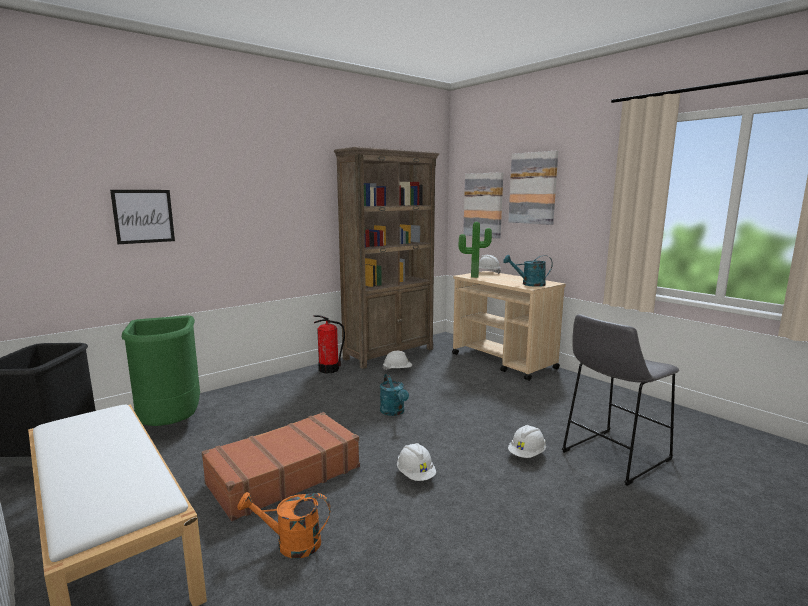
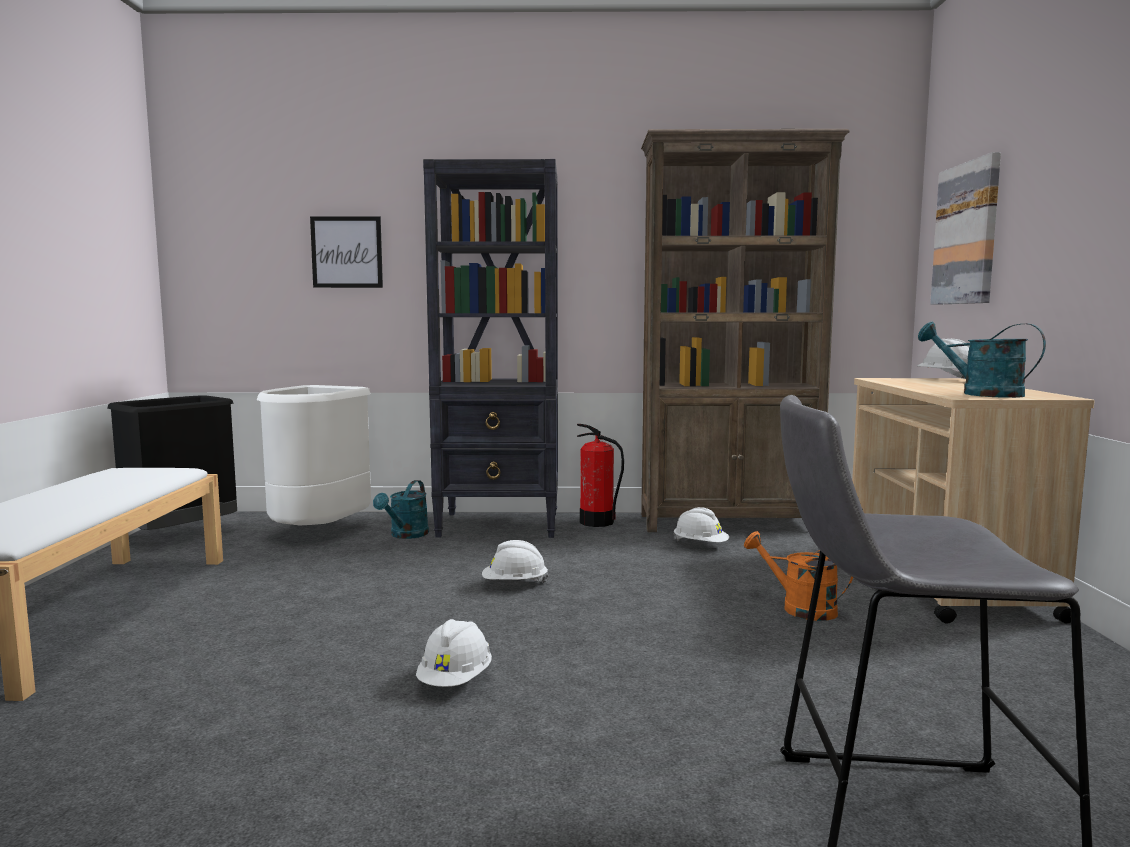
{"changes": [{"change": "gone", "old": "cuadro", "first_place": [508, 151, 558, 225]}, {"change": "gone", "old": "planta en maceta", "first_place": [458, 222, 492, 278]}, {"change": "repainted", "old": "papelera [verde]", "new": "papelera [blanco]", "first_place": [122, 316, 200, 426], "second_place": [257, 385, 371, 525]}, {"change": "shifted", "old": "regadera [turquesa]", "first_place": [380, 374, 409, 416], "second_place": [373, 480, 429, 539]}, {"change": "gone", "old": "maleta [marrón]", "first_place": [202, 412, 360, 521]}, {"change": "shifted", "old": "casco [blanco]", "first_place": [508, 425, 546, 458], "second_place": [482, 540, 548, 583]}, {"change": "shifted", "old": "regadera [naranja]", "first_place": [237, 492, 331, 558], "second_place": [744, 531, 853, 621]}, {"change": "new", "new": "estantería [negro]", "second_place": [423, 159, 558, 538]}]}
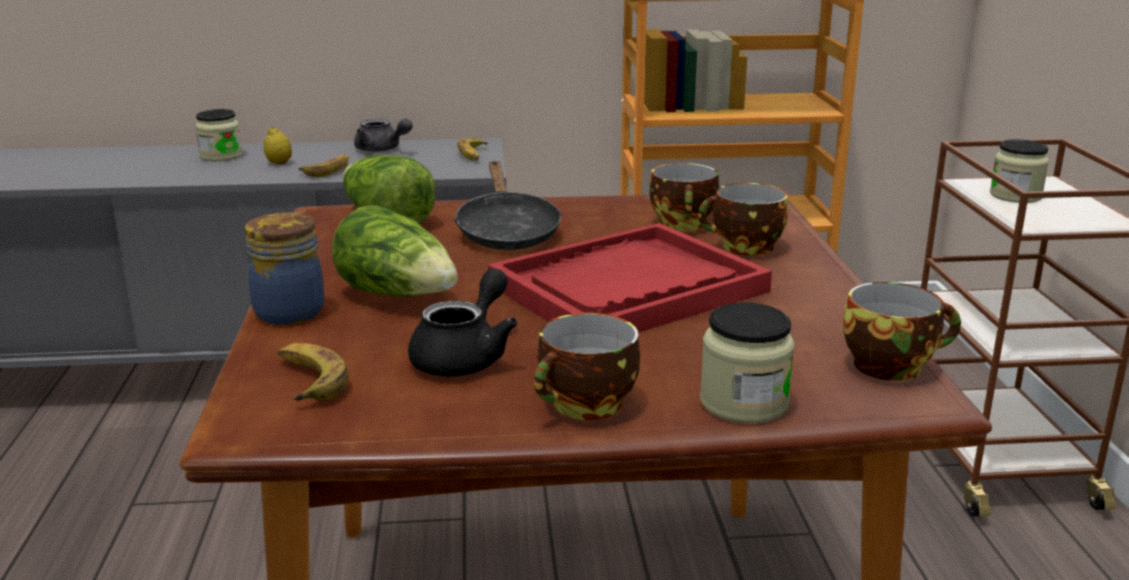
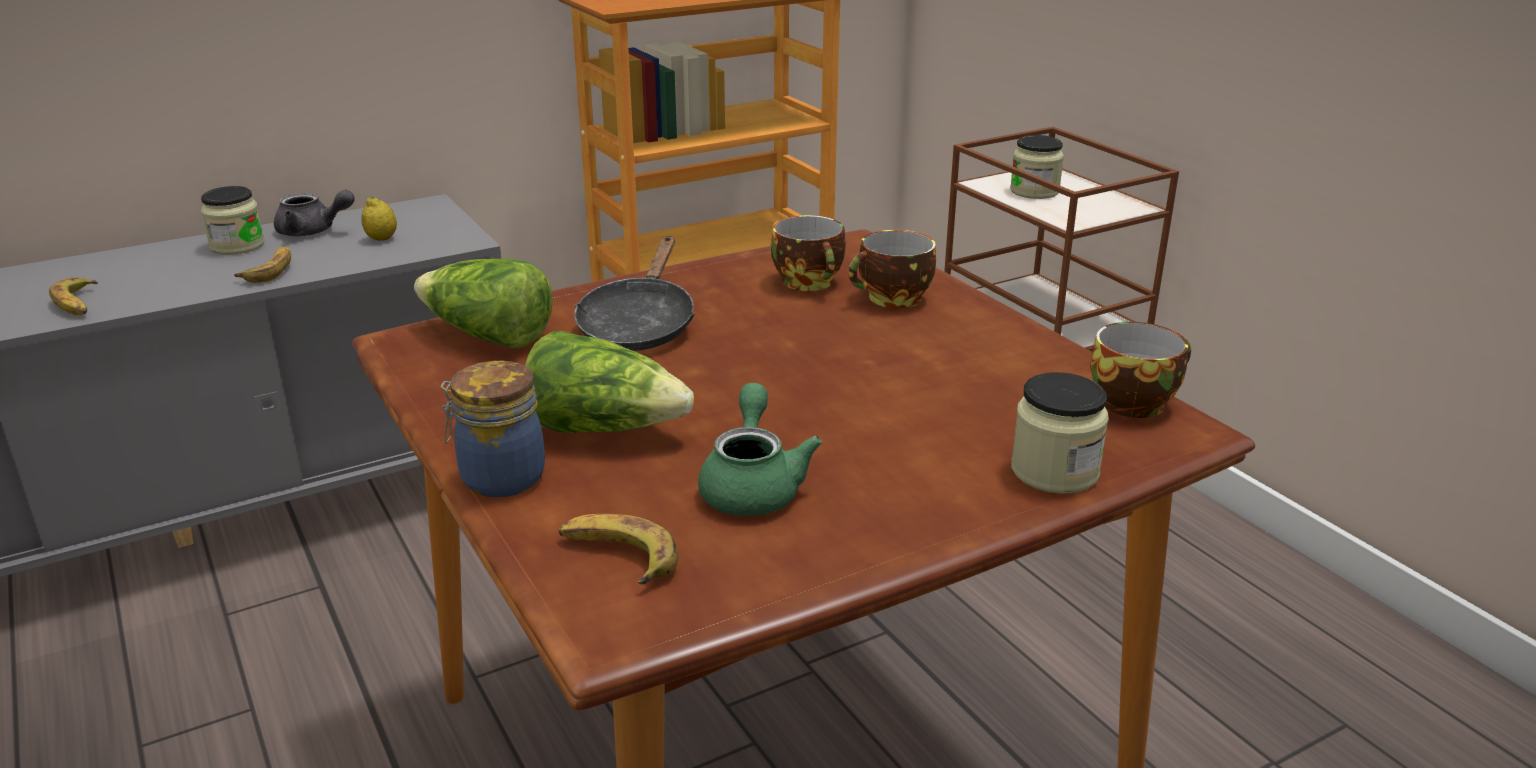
{"changes": [{"change": "shifted", "old": "tarro", "first_place": [195, 109, 242, 161], "second_place": [201, 186, 265, 255]}, {"change": "shifted", "old": "limón", "first_place": [264, 127, 292, 164], "second_place": [362, 197, 397, 241]}, {"change": "shifted", "old": "plátano", "first_place": [457, 138, 488, 161], "second_place": [49, 277, 98, 315]}, {"change": "rotated", "old": "sartén [negro]", "first_place": [454, 161, 562, 250], "second_place": [574, 236, 695, 351], "degrees": 45}, {"change": "gone", "old": "bandeja [rojo]", "first_place": [488, 223, 772, 332]}, {"change": "repainted", "old": "tetera [negro]", "new": "tetera [verde]", "first_place": [408, 268, 518, 376], "second_place": [698, 383, 822, 516]}, {"change": "gone", "old": "taza", "first_place": [534, 313, 640, 420]}]}
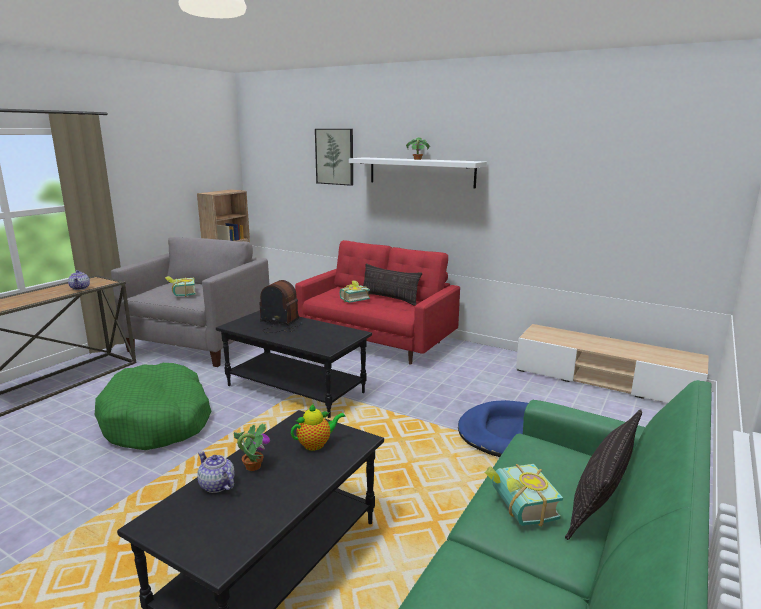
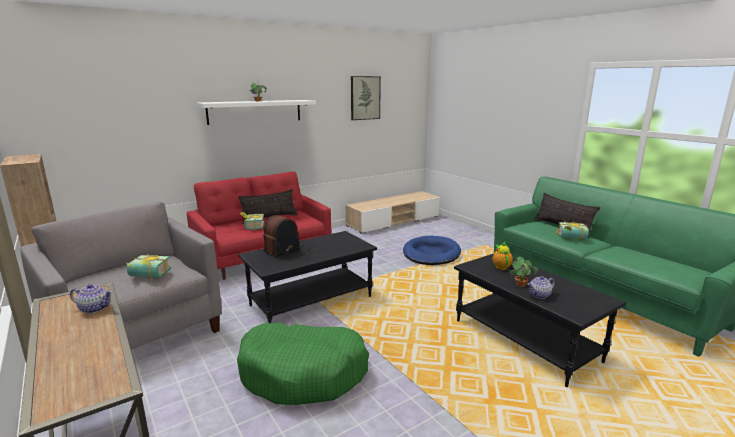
{"changes": [{"change": "shifted", "old": "cuadro", "first_place": [315, 129, 353, 186], "second_place": [351, 76, 381, 120]}]}
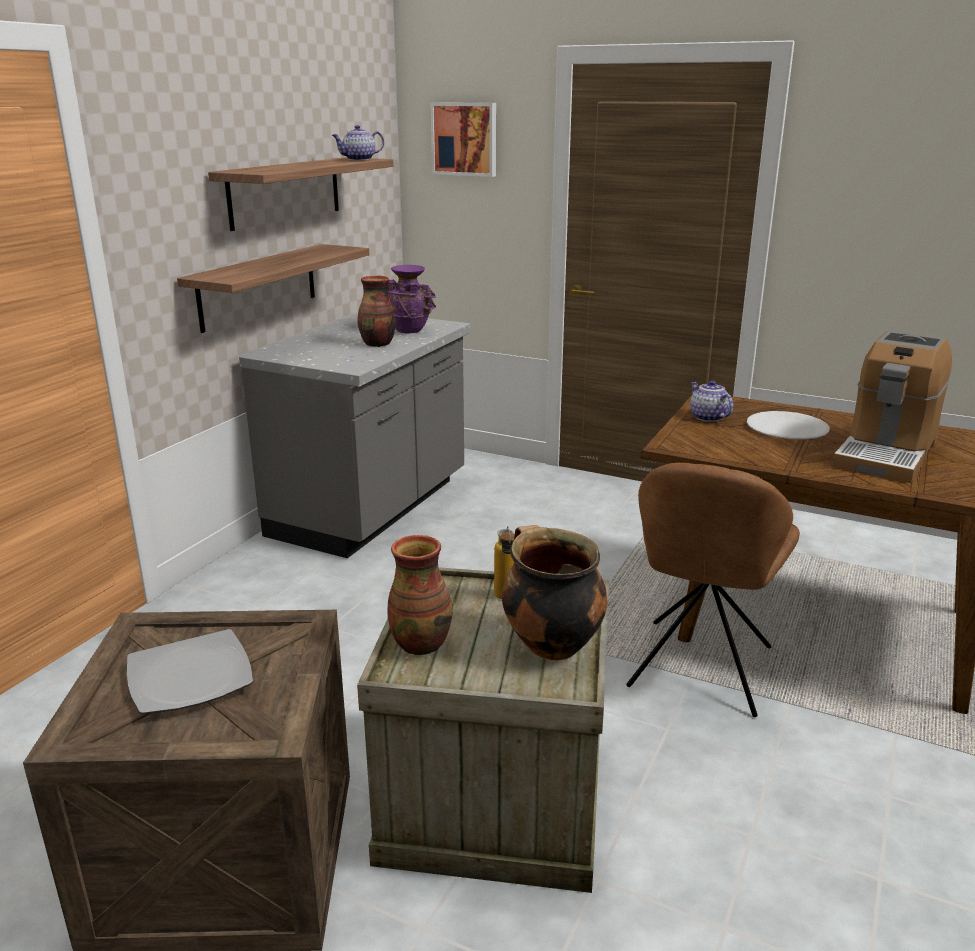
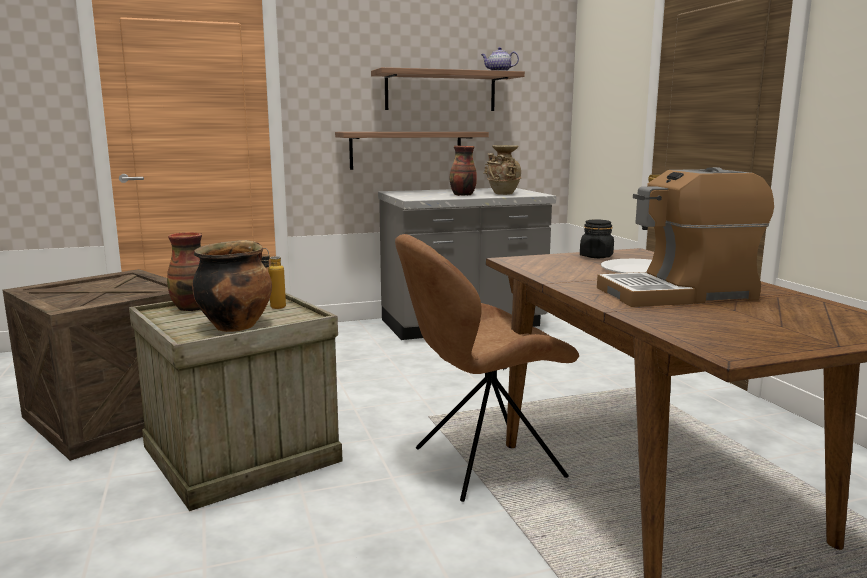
{"changes": [{"change": "gone", "old": "cuadro", "first_place": [430, 102, 496, 177]}, {"change": "repainted", "old": "florero [morado]", "new": "florero [beis]", "first_place": [388, 265, 436, 333], "second_place": [483, 145, 522, 195]}, {"change": "swapped", "old": "tetera", "new": "tarro [negro]", "first_place": [690, 380, 734, 422], "second_place": [580, 220, 614, 258]}, {"change": "gone", "old": "plato", "first_place": [127, 629, 253, 714]}]}
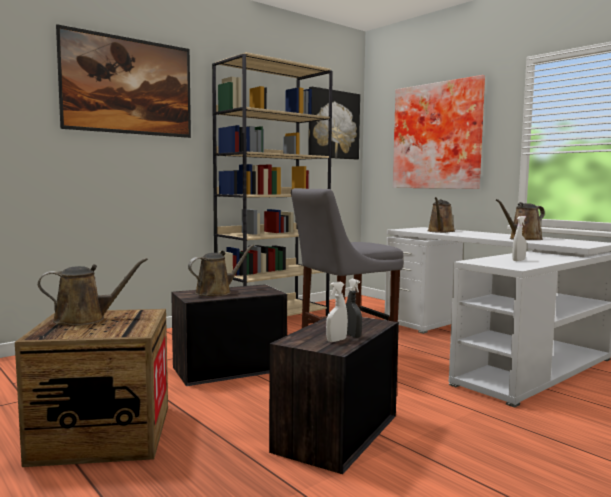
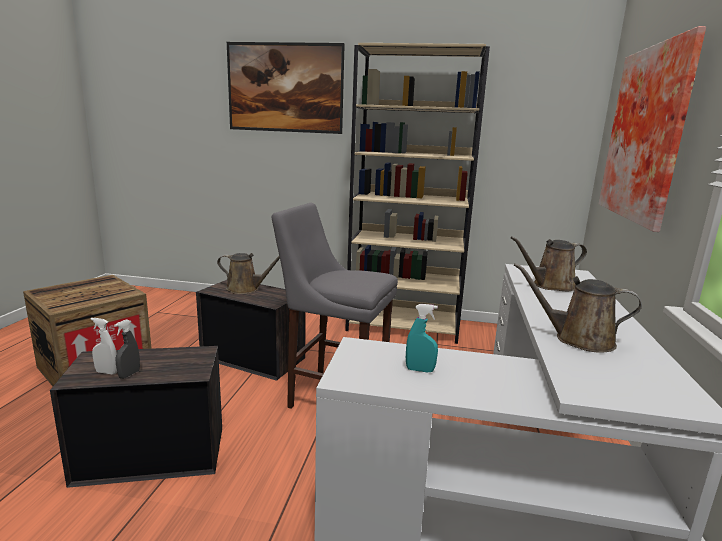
{"changes": [{"change": "gone", "old": "cuadro", "first_place": [308, 87, 360, 159]}, {"change": "repainted", "old": "pulverizador [blanco]", "new": "pulverizador [turquesa]", "first_place": [512, 216, 527, 261], "second_place": [406, 304, 438, 372]}, {"change": "gone", "old": "regadera [marrón]", "first_place": [38, 258, 148, 326]}]}
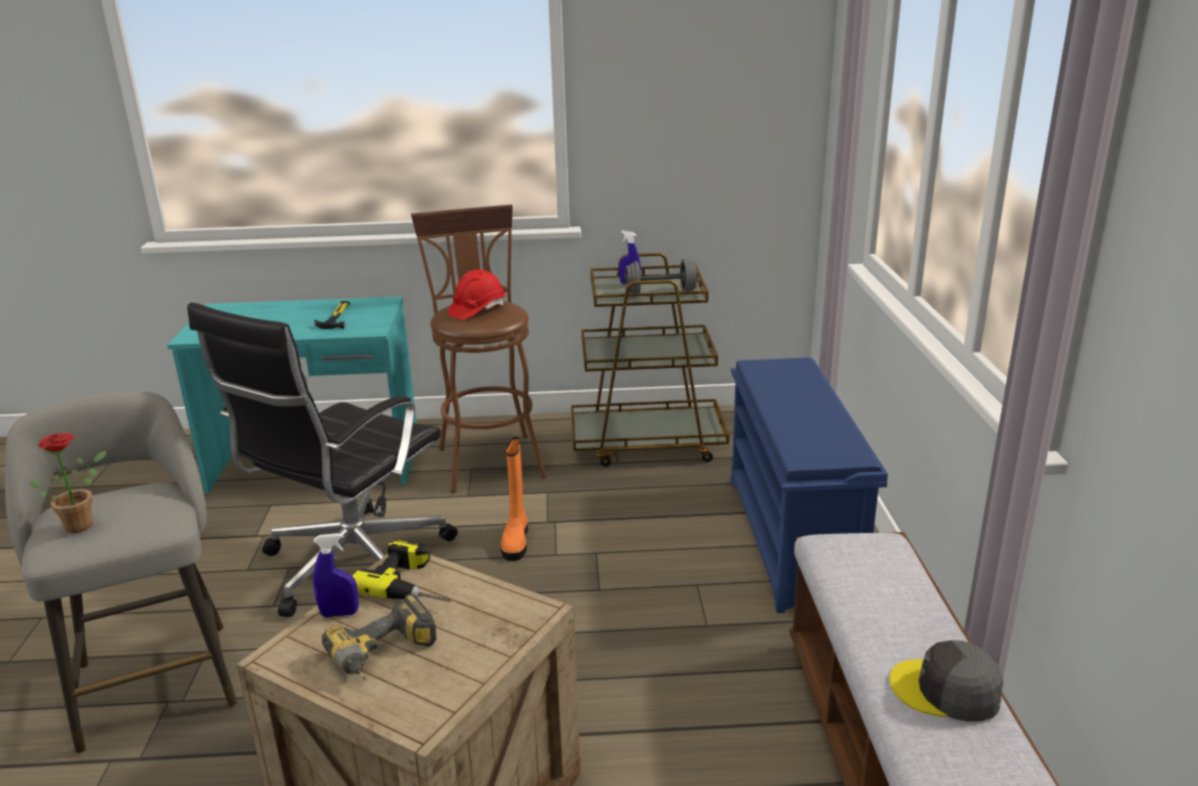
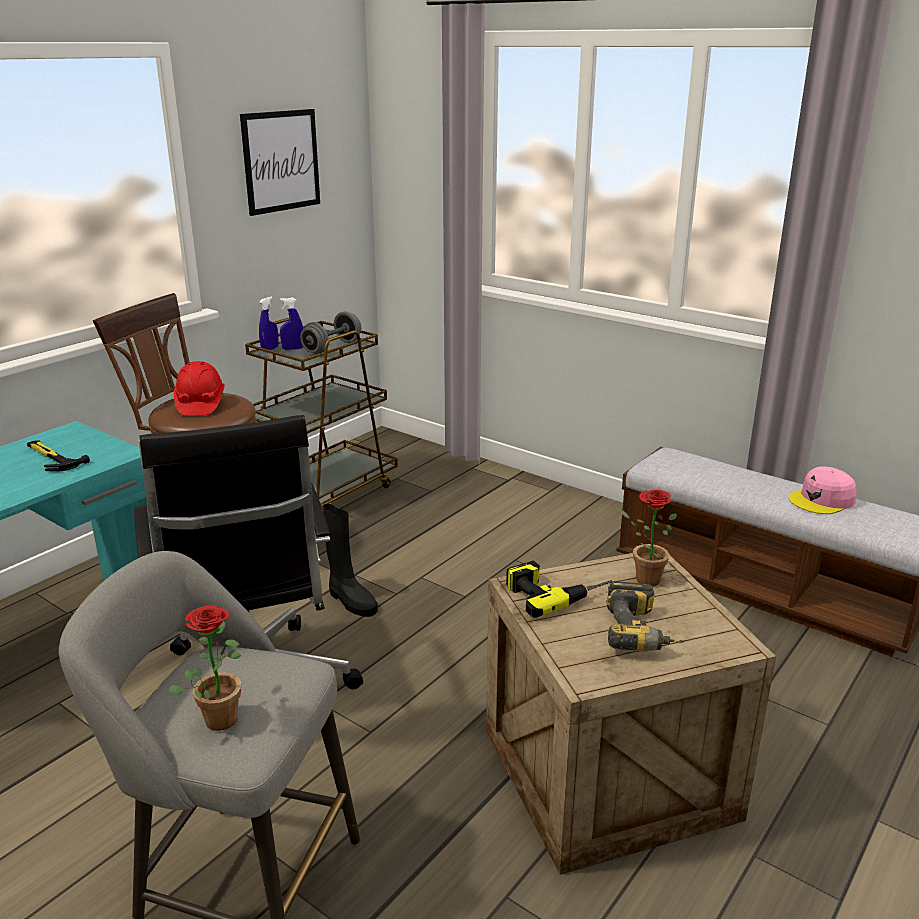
{"changes": [{"change": "gone", "old": "zapatero [azul]", "first_place": [731, 358, 888, 613]}, {"change": "repainted", "old": "bota [naranja]", "new": "bota [negro]", "first_place": [501, 437, 528, 561], "second_place": [323, 504, 378, 617]}, {"change": "shifted", "old": "pulverizador [azul]", "first_place": [313, 533, 359, 617], "second_place": [259, 297, 279, 350]}, {"change": "repainted", "old": "gorra [gris]", "new": "gorra [rosa]", "first_place": [889, 640, 1004, 722], "second_place": [789, 467, 857, 514]}, {"change": "new", "new": "cuadro", "second_place": [240, 109, 320, 216]}, {"change": "new", "new": "planta en maceta", "second_place": [619, 490, 677, 586]}]}
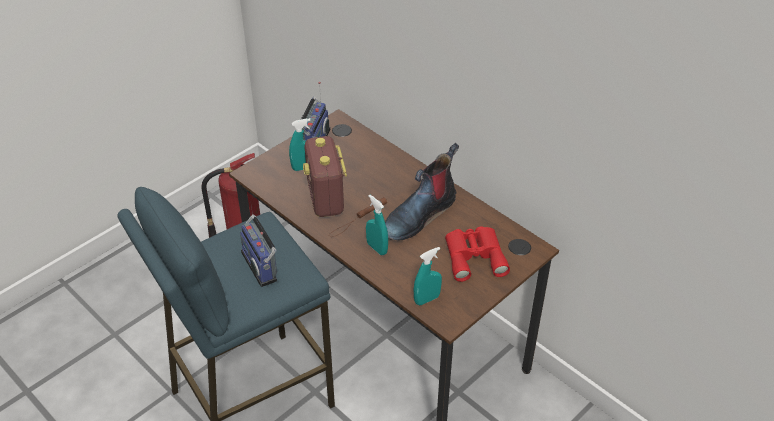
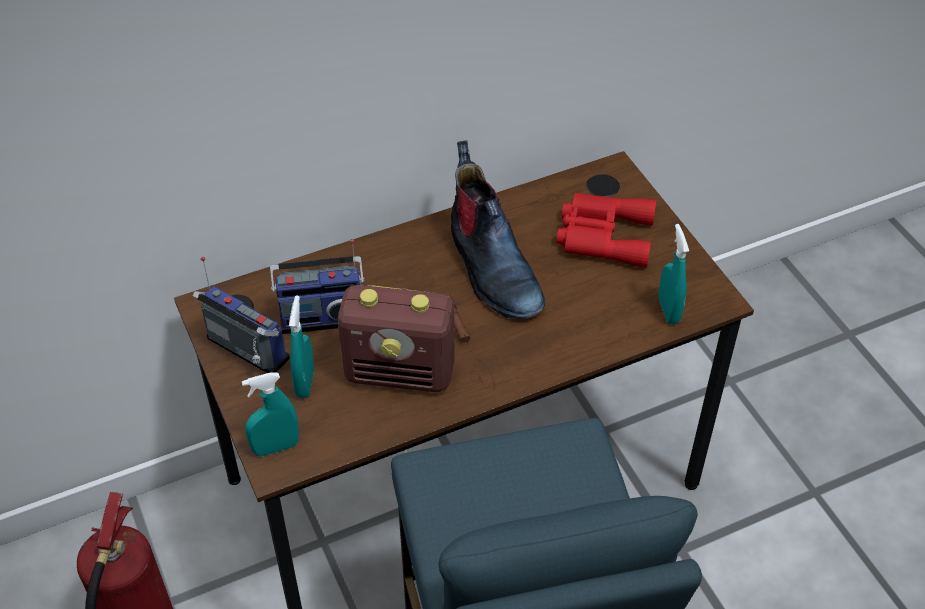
{"changes": [{"change": "shifted", "old": "pulverizador [turquesa]", "first_place": [366, 194, 388, 255], "second_place": [242, 372, 299, 456]}, {"change": "shifted", "old": "radio", "first_place": [240, 214, 277, 287], "second_place": [270, 239, 365, 334]}]}
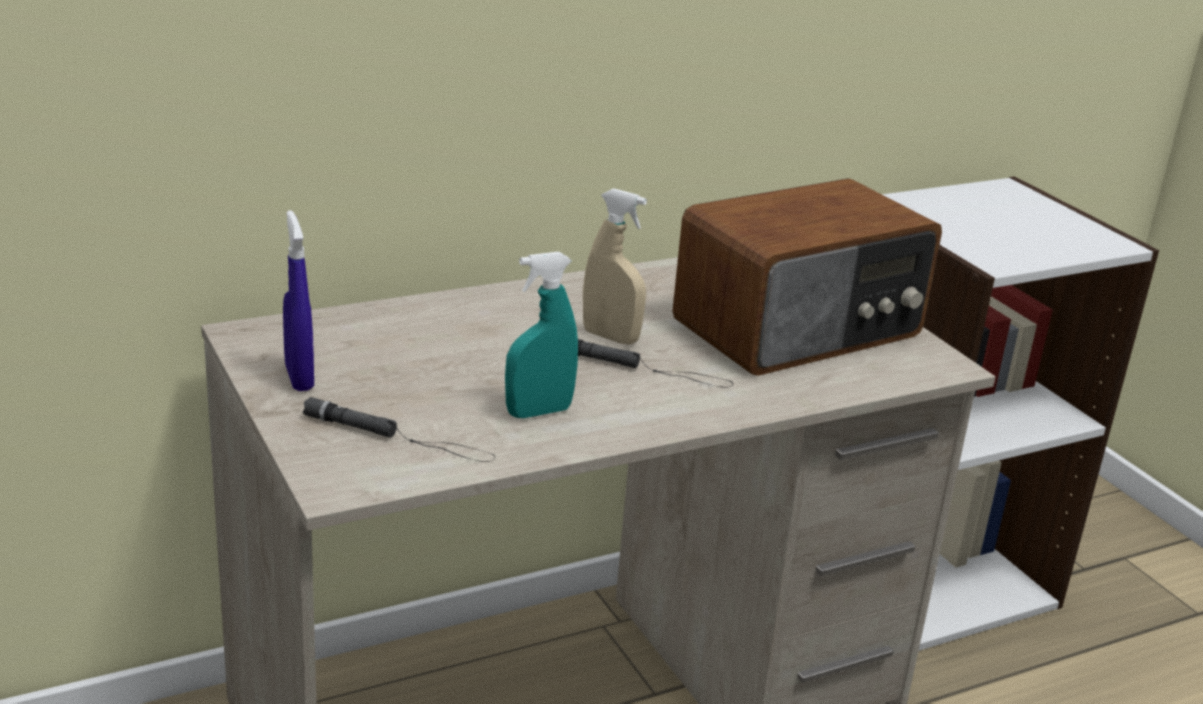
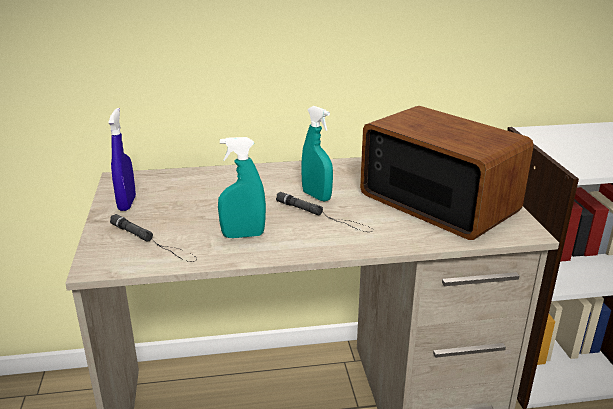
{"changes": [{"change": "rotated", "old": "radio", "first_place": [672, 178, 942, 376], "second_place": [360, 106, 534, 240], "degrees": -120}, {"change": "repainted", "old": "pulverizador [beis]", "new": "pulverizador [turquesa]", "first_place": [583, 188, 647, 344], "second_place": [301, 106, 333, 201]}]}
